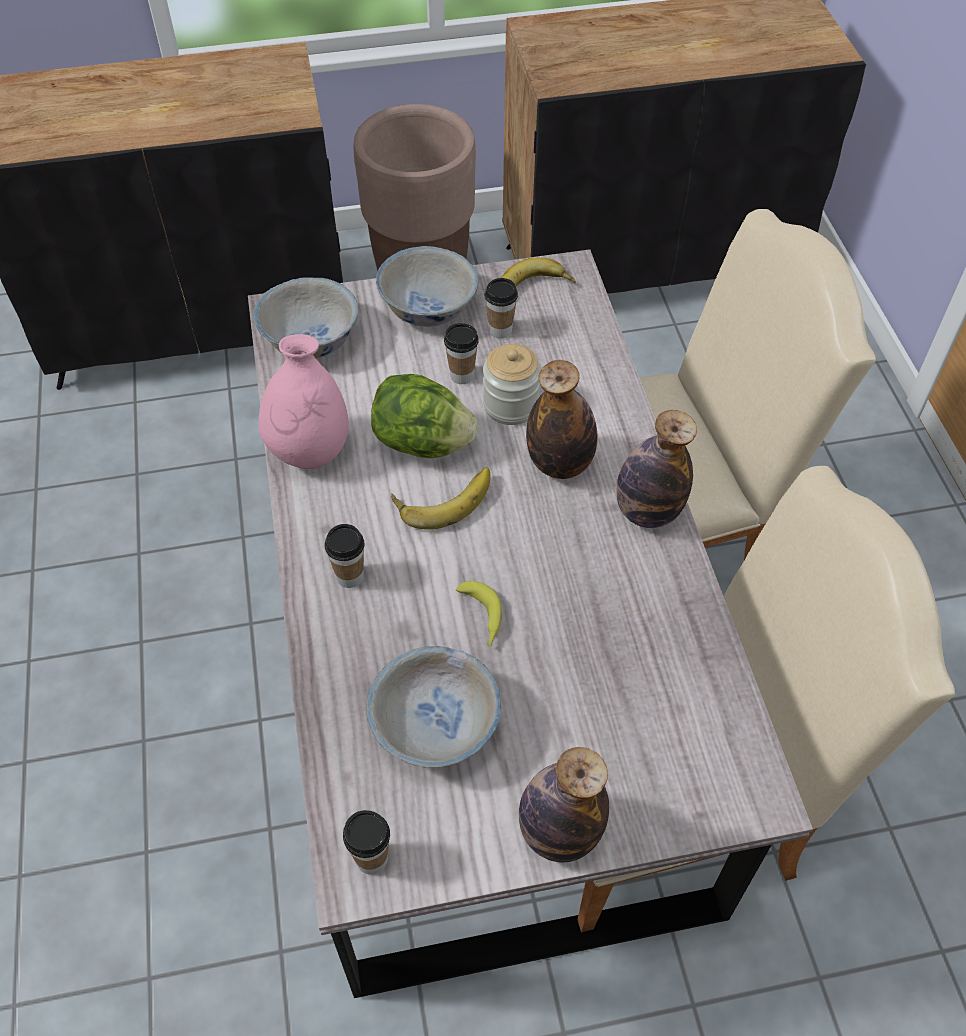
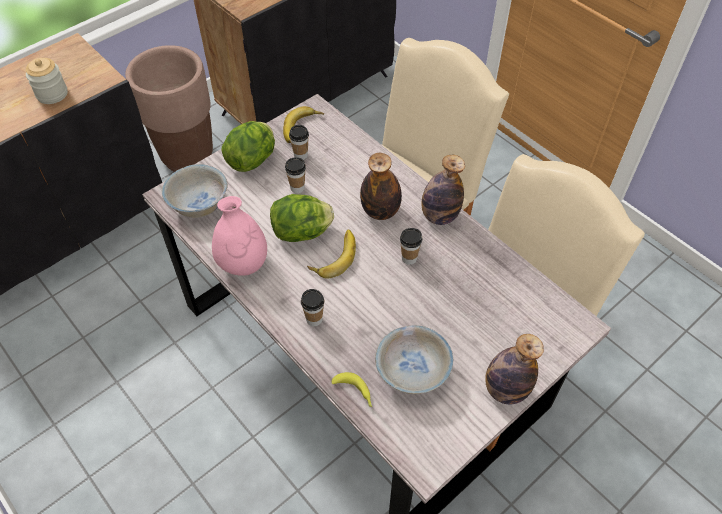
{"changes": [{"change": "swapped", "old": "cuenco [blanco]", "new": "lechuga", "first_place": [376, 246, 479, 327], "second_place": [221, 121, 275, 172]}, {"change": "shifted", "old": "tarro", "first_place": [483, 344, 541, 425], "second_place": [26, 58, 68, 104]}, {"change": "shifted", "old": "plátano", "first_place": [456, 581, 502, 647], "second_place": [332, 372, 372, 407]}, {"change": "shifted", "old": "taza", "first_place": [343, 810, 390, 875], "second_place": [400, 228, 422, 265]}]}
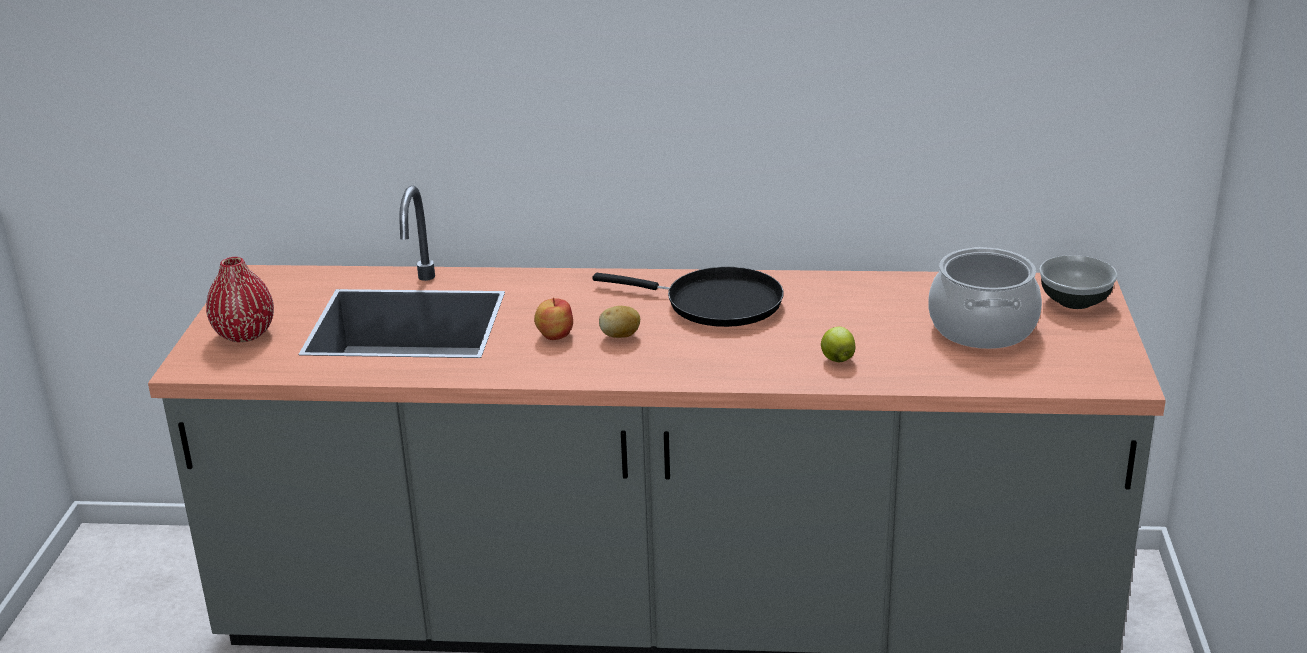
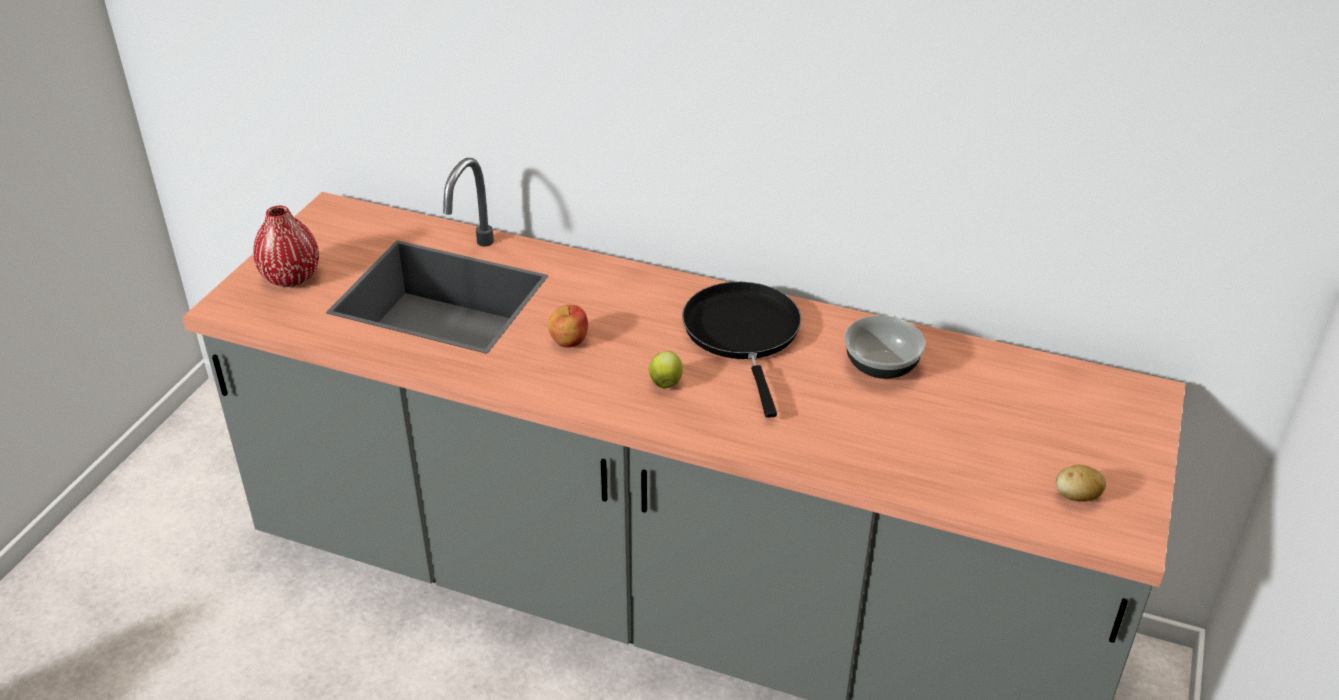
{"changes": [{"change": "gone", "old": "olla", "first_place": [928, 247, 1042, 349]}, {"change": "shifted", "old": "cuenco", "first_place": [1039, 255, 1118, 309], "second_place": [844, 315, 926, 379]}, {"change": "rotated", "old": "sartén [negro]", "first_place": [592, 267, 784, 327], "second_place": [682, 282, 801, 418], "degrees": -135}, {"change": "shifted", "old": "patata", "first_place": [599, 306, 640, 338], "second_place": [1056, 465, 1106, 501]}, {"change": "shifted", "old": "manzana", "first_place": [821, 327, 855, 362], "second_place": [649, 351, 683, 388]}]}
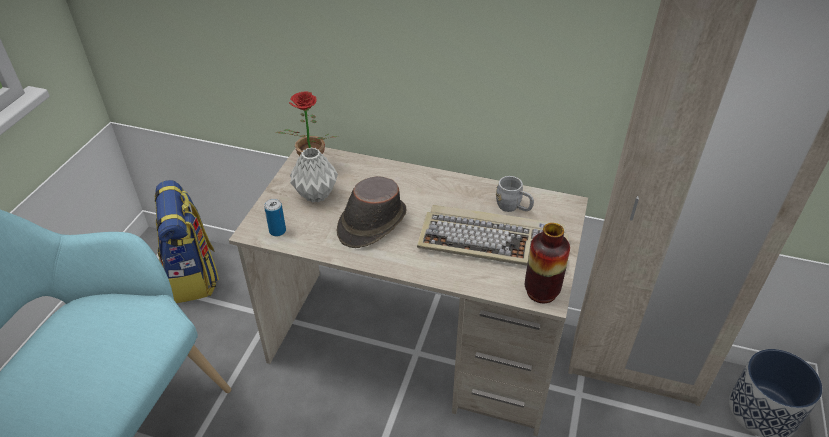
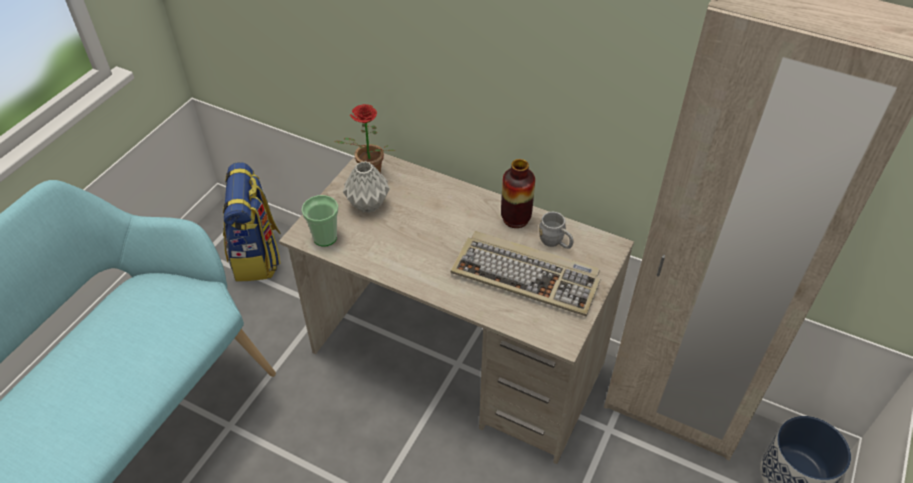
{"changes": [{"change": "gone", "old": "sombrero [marrón]", "first_place": [337, 176, 406, 248]}, {"change": "swapped", "old": "lata", "new": "taza", "first_place": [264, 199, 286, 236], "second_place": [301, 195, 339, 246]}, {"change": "shifted", "old": "florero", "first_place": [525, 223, 570, 303], "second_place": [501, 159, 535, 228]}]}
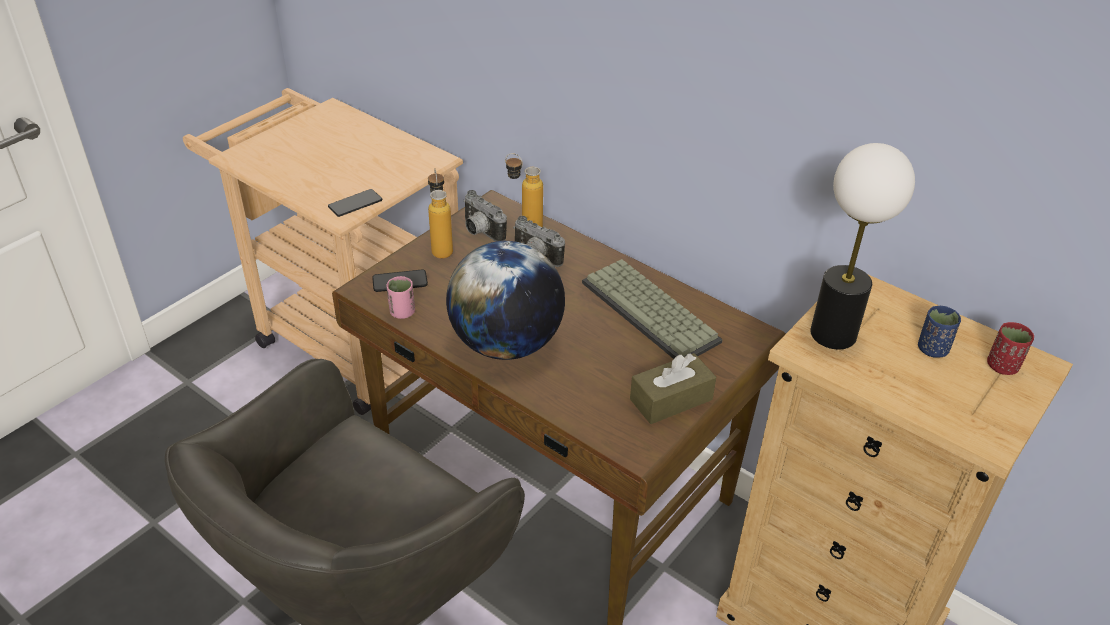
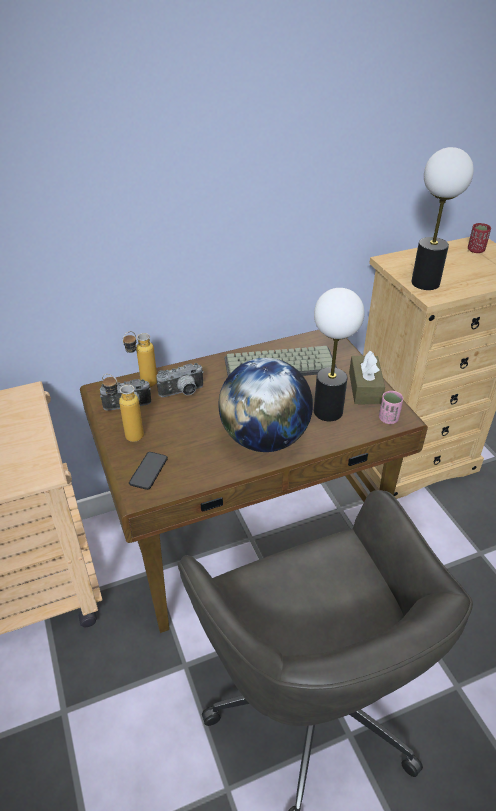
{"changes": [{"change": "gone", "old": "móvil", "first_place": [328, 189, 382, 217]}, {"change": "shifted", "old": "taza [rosa]", "first_place": [386, 276, 415, 319], "second_place": [379, 391, 403, 424]}, {"change": "gone", "old": "taza [azul]", "first_place": [918, 306, 961, 358]}, {"change": "new", "new": "lámpara de mesa", "second_place": [314, 288, 364, 421]}]}
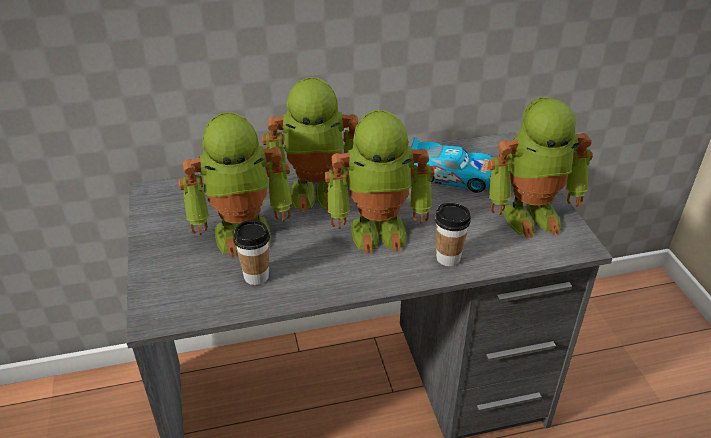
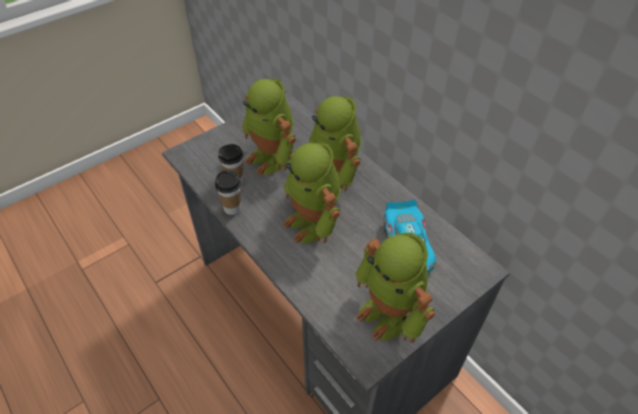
{"changes": [{"change": "shifted", "old": "taza", "first_place": [435, 203, 471, 266], "second_place": [215, 170, 241, 215]}]}
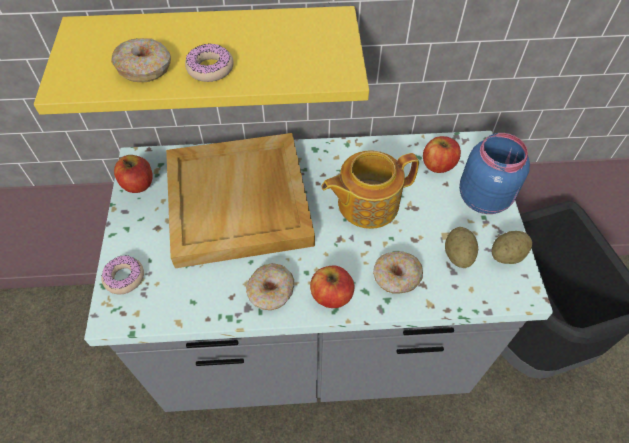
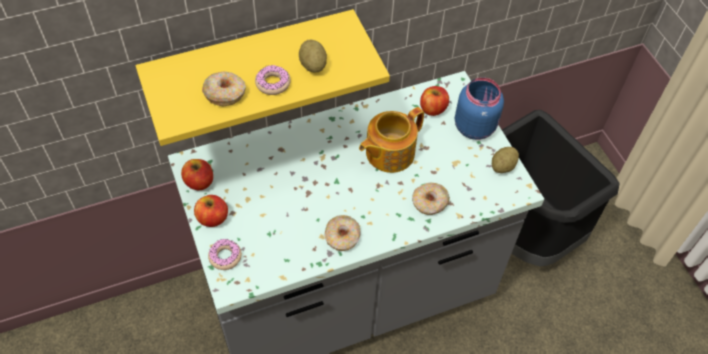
{"changes": [{"change": "gone", "old": "bandeja [beis]", "first_place": [166, 133, 315, 268]}, {"change": "shifted", "old": "patata", "first_place": [445, 227, 478, 268], "second_place": [299, 39, 327, 73]}, {"change": "shifted", "old": "manzana", "first_place": [310, 266, 355, 308], "second_place": [194, 195, 228, 227]}]}
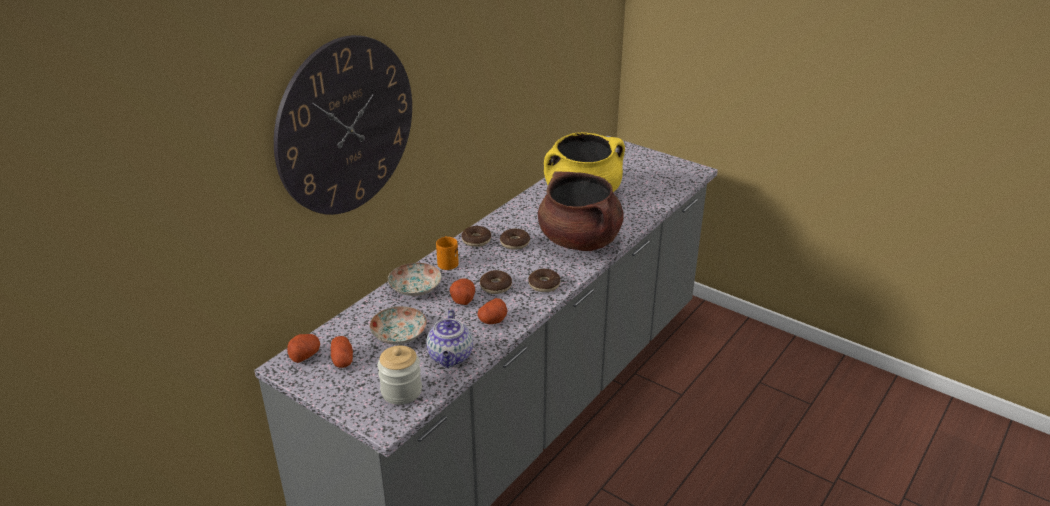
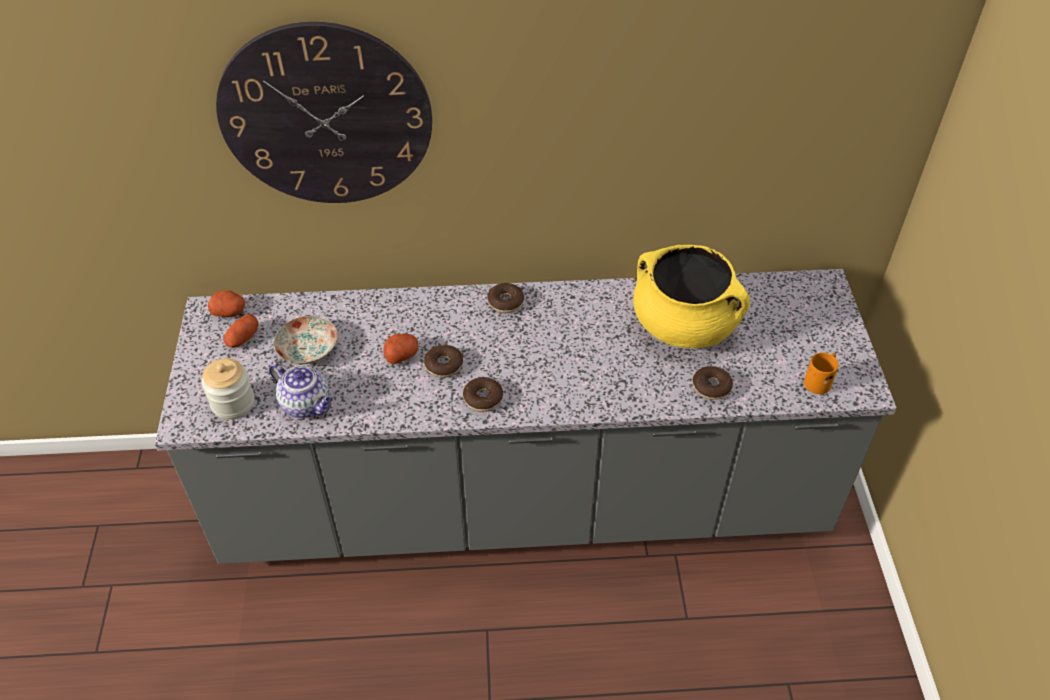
{"changes": [{"change": "gone", "old": "olla [marrón]", "first_place": [538, 171, 624, 251]}, {"change": "shifted", "old": "rosquilla", "first_place": [500, 229, 530, 250], "second_place": [692, 366, 733, 400]}, {"change": "shifted", "old": "taza grande [naranja]", "first_place": [436, 236, 459, 270], "second_place": [804, 353, 839, 394]}, {"change": "gone", "old": "plato", "first_place": [388, 263, 441, 296]}, {"change": "gone", "old": "patata", "first_place": [477, 298, 507, 324]}, {"change": "rotated", "old": "tetera", "first_place": [426, 310, 473, 368], "second_place": [269, 363, 333, 418], "degrees": -105}]}
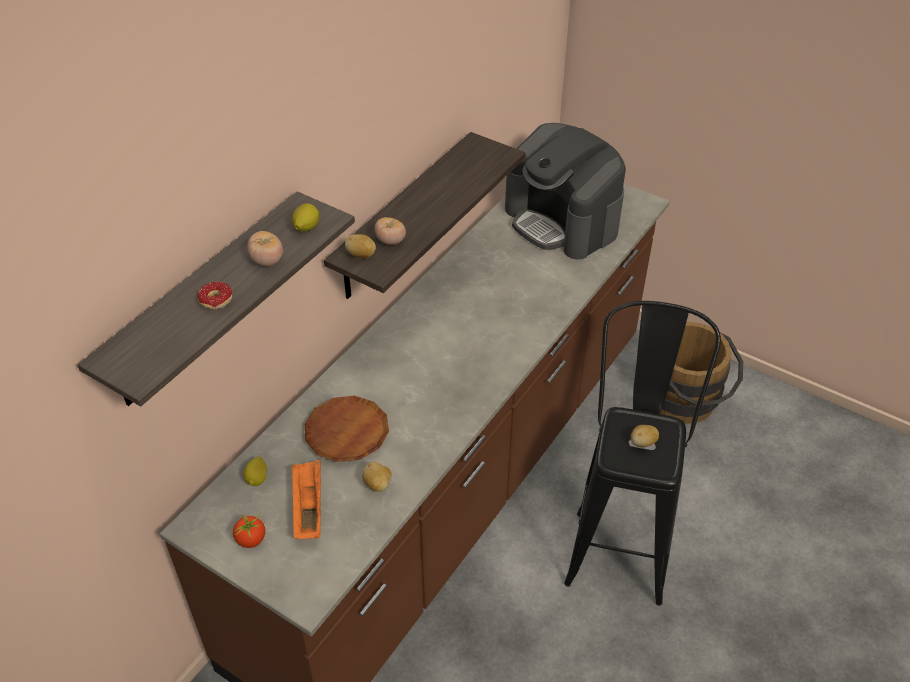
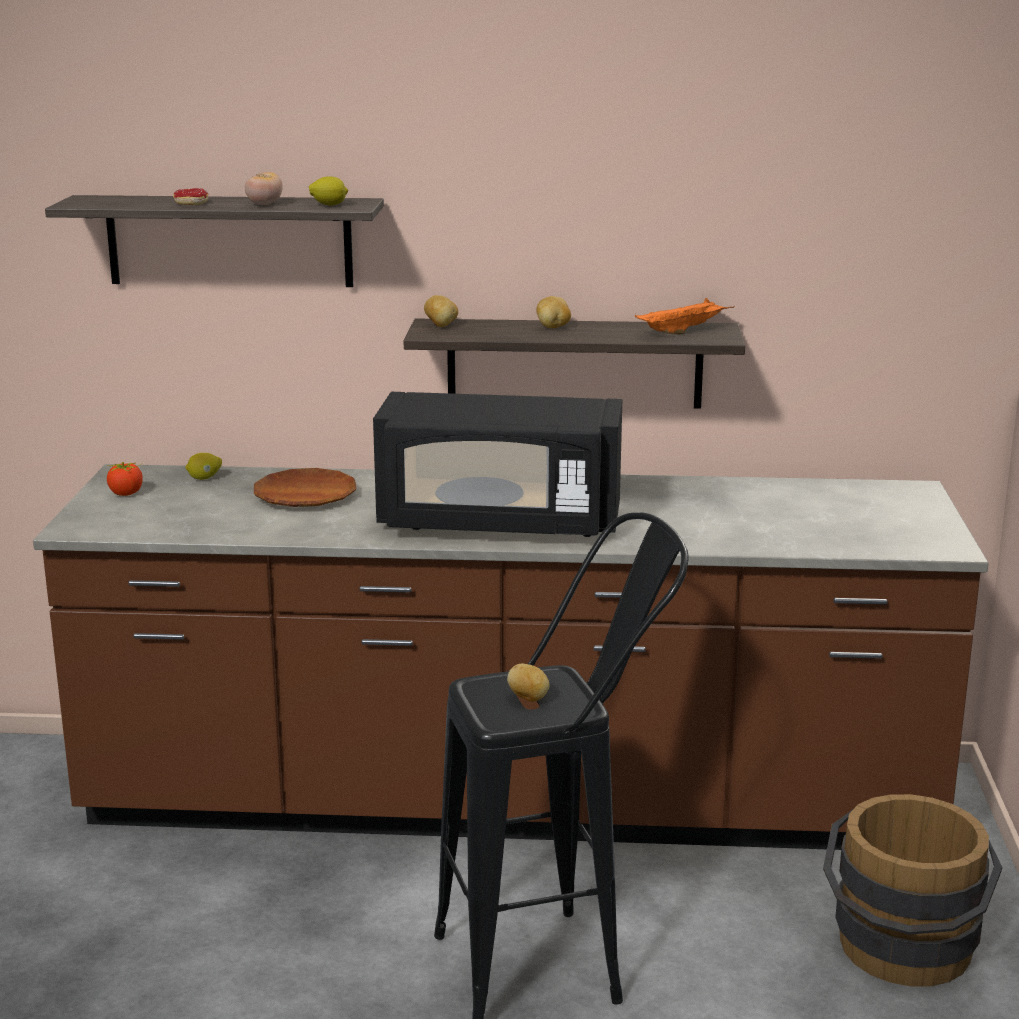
{"changes": [{"change": "gone", "old": "cafetera", "first_place": [505, 123, 626, 260]}, {"change": "gone", "old": "tomate", "first_place": [374, 217, 406, 245]}, {"change": "shifted", "old": "bandeja [naranja]", "first_place": [291, 460, 321, 539], "second_place": [635, 298, 734, 335]}, {"change": "shifted", "old": "patata", "first_place": [362, 462, 392, 492], "second_place": [536, 296, 571, 328]}, {"change": "new", "new": "microondas [negro]", "second_place": [373, 392, 622, 537]}]}
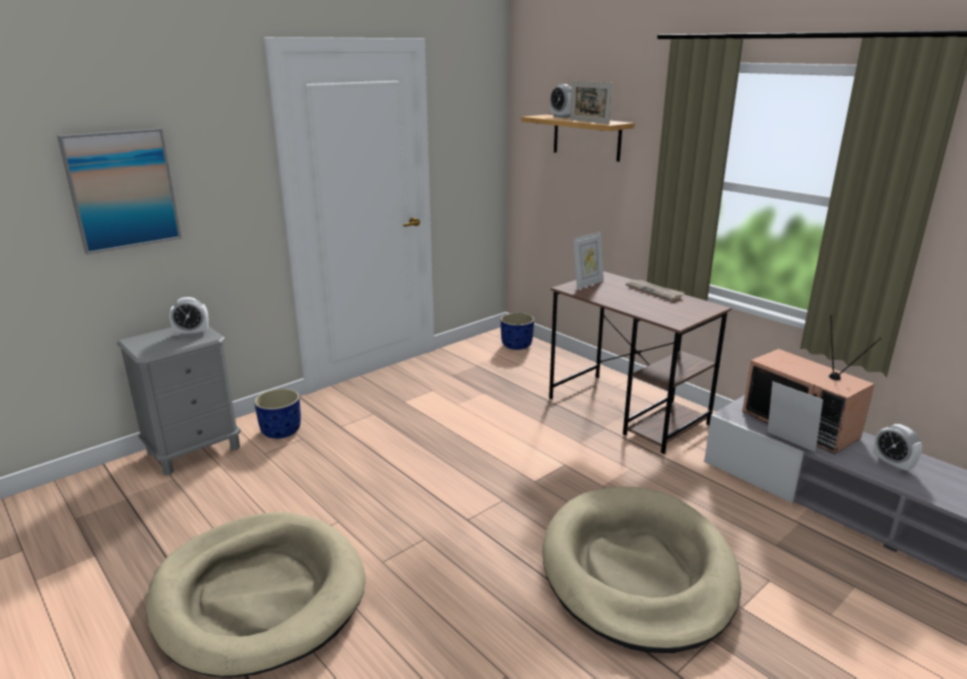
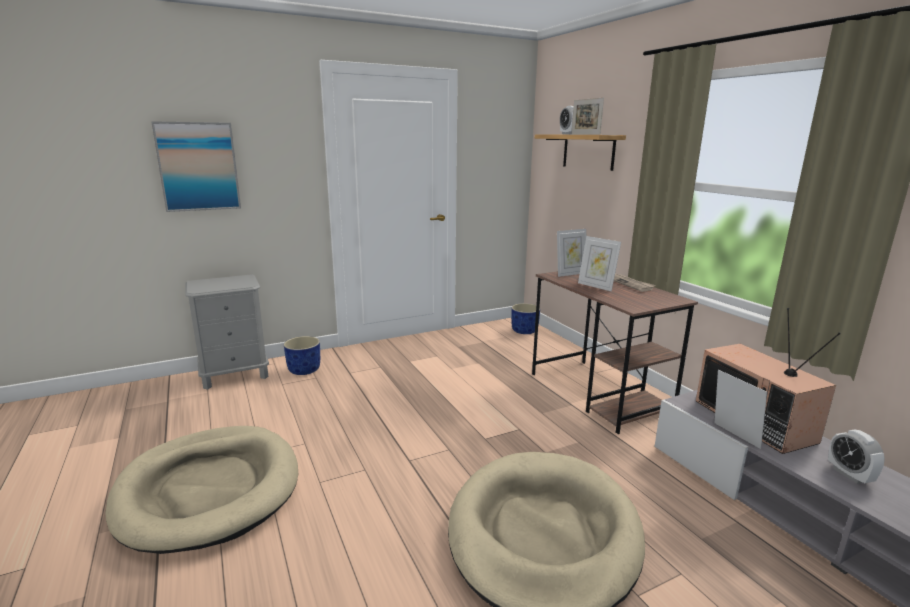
{"changes": [{"change": "gone", "old": "despertador", "first_place": [169, 297, 209, 337]}, {"change": "new", "new": "portarretratos", "second_place": [578, 236, 621, 291]}]}
